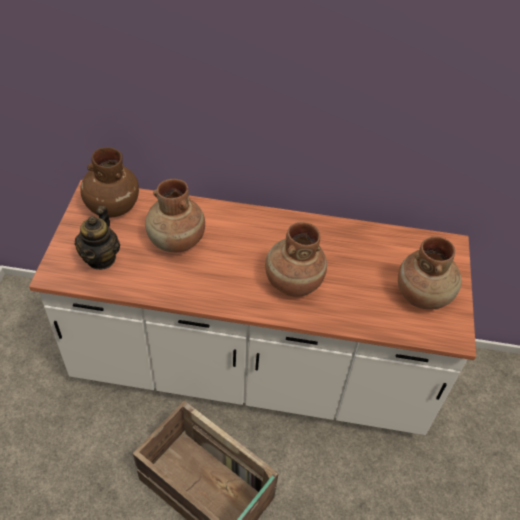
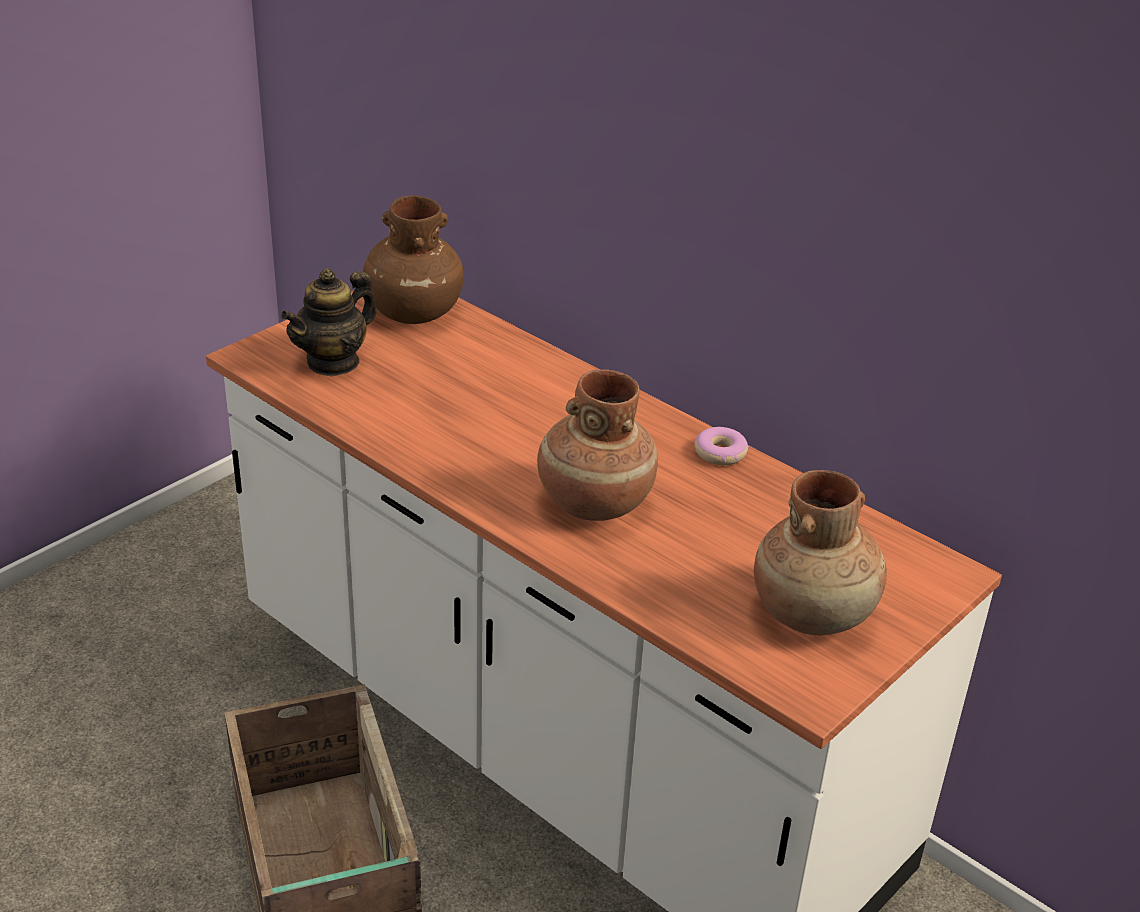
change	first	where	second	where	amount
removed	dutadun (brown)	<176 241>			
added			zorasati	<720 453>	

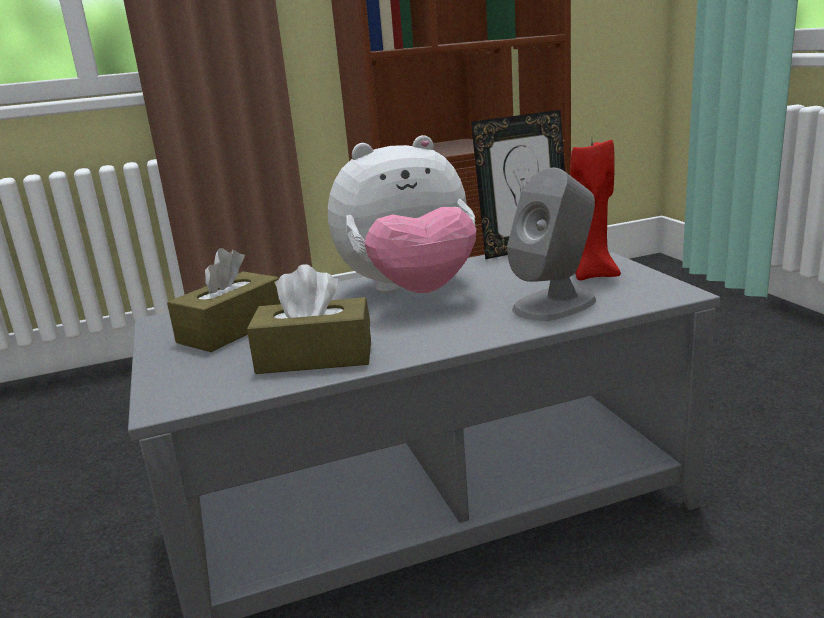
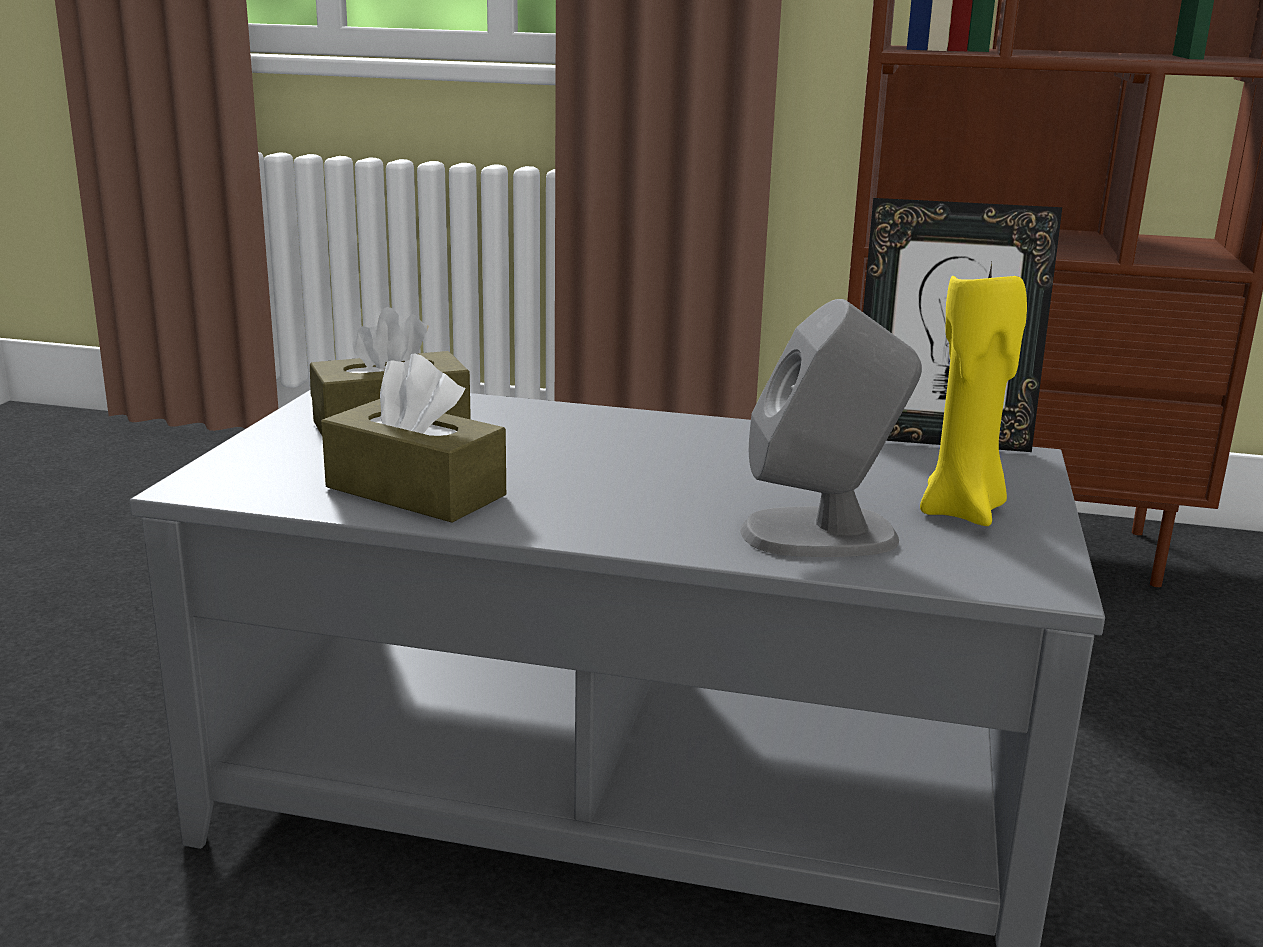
change	first	where	second	where	amount
removed	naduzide	<410 293>			
recoloured	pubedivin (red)	<591 274>	pubedivin (yellow)	<963 511>	

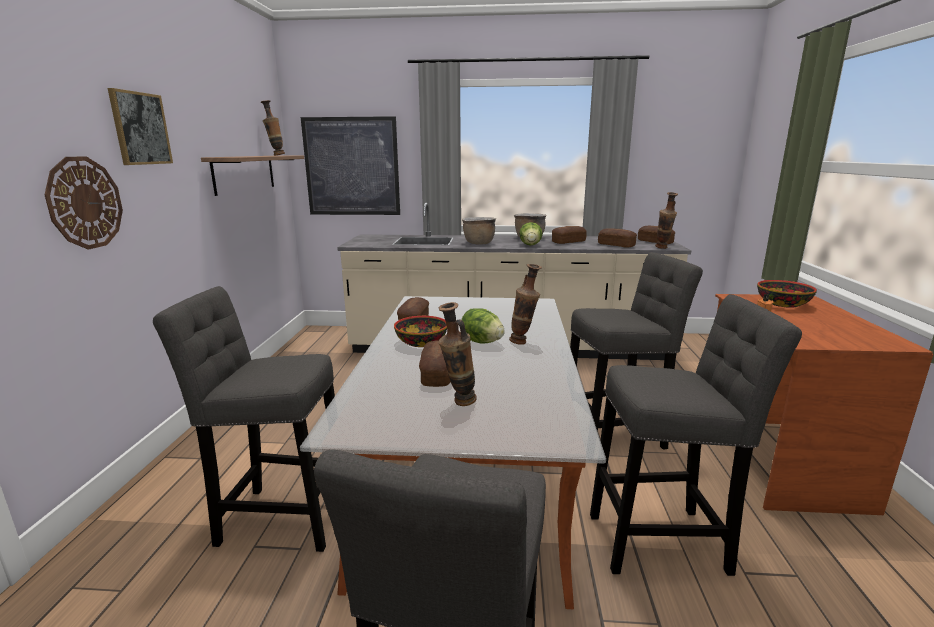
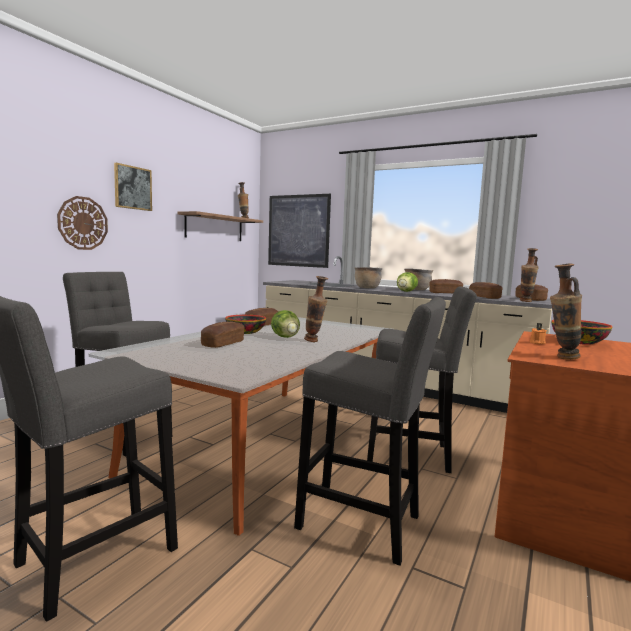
change	first	where	second	where	amount
moved	dutadun	<458 403>		<561 358>	

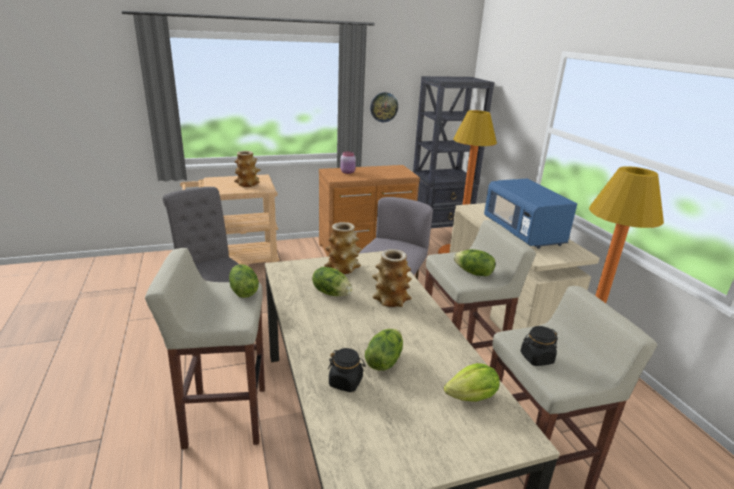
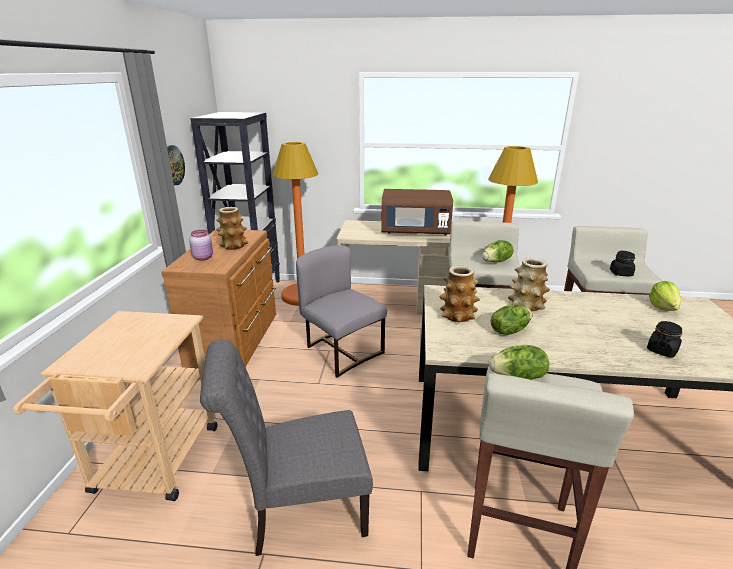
change	first	where	second	where	amount
removed	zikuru	<383 361>			
moved	dutadun	<248 184>		<233 246>	
recoloured	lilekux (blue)	<523 233>	lilekux (brown)	<415 231>	

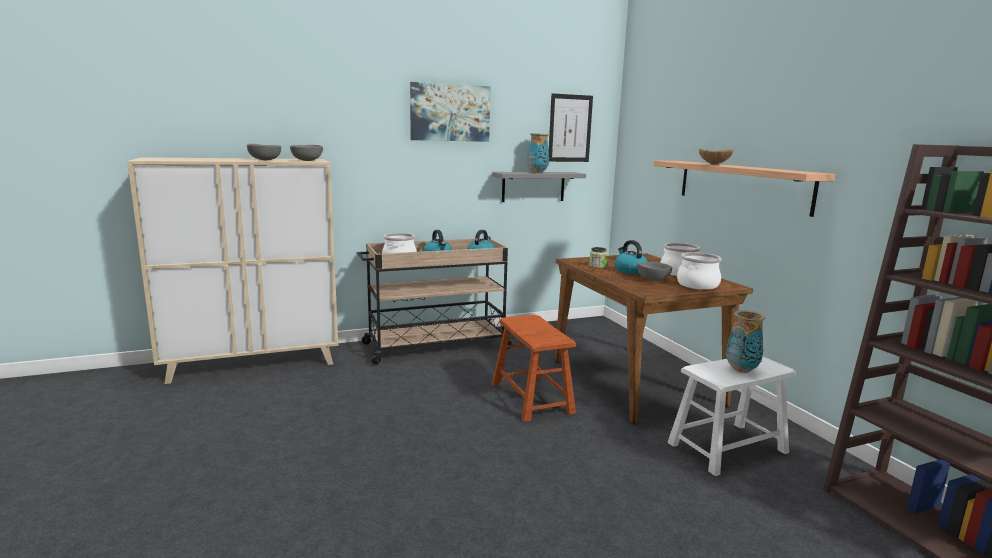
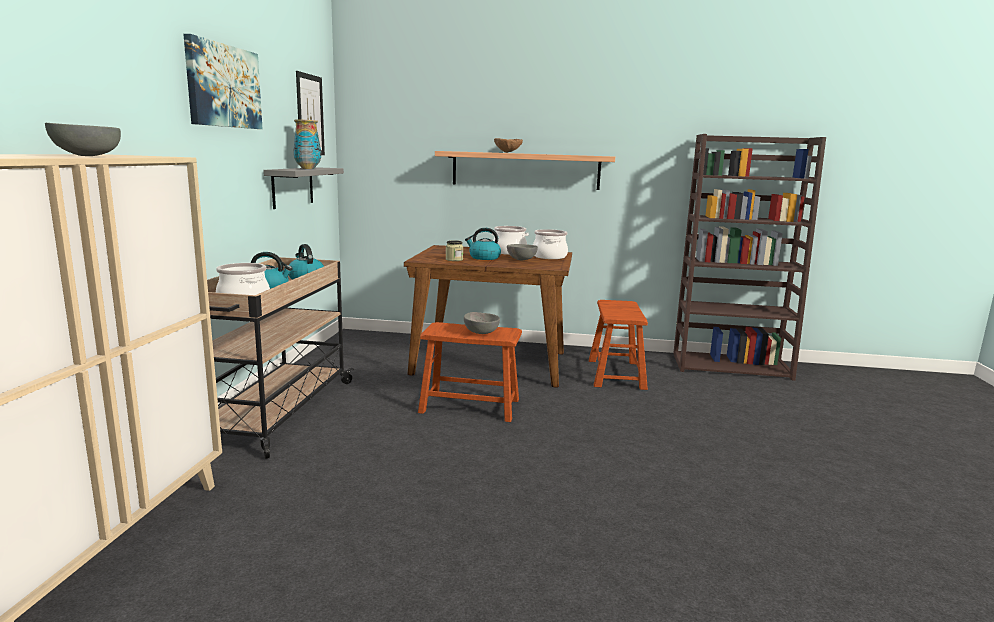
change	first	where	second	where	amount
removed	dutadun	<741 370>			
moved	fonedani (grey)	<308 160>		<481 332>	
recoloured	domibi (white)	<727 448>	domibi (brown)	<616 374>	

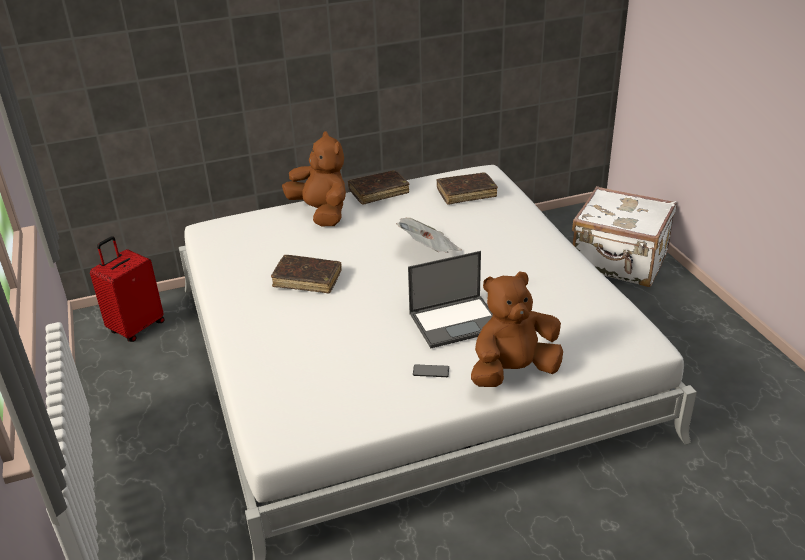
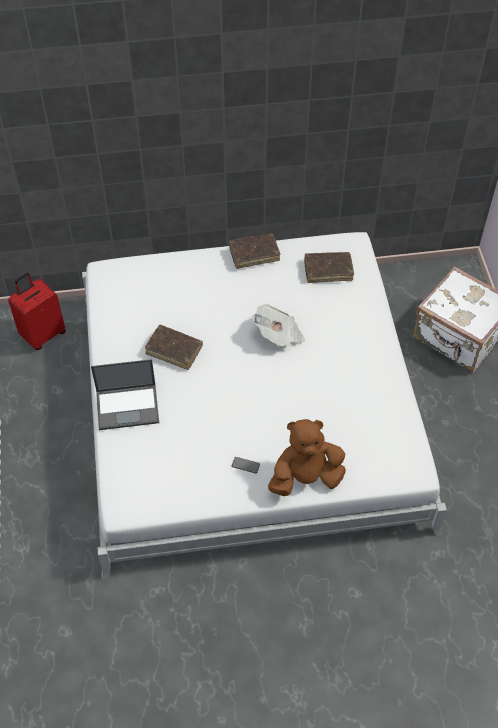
change	first	where	second	where	amount
removed	naduzide (brown)	<321 213>			
moved	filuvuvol	<456 321>		<128 406>	

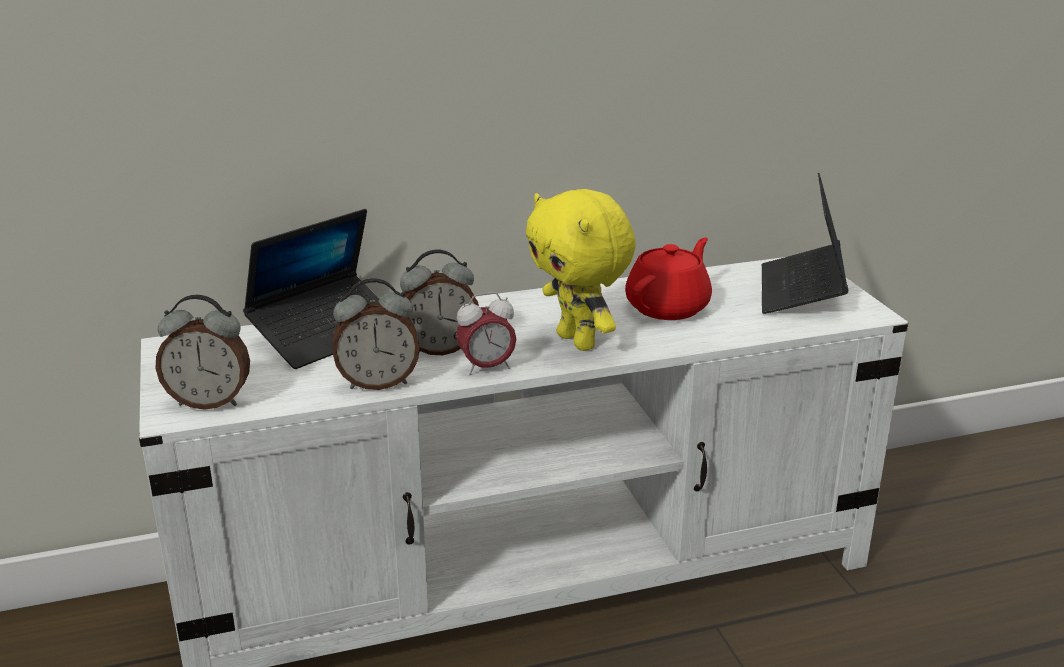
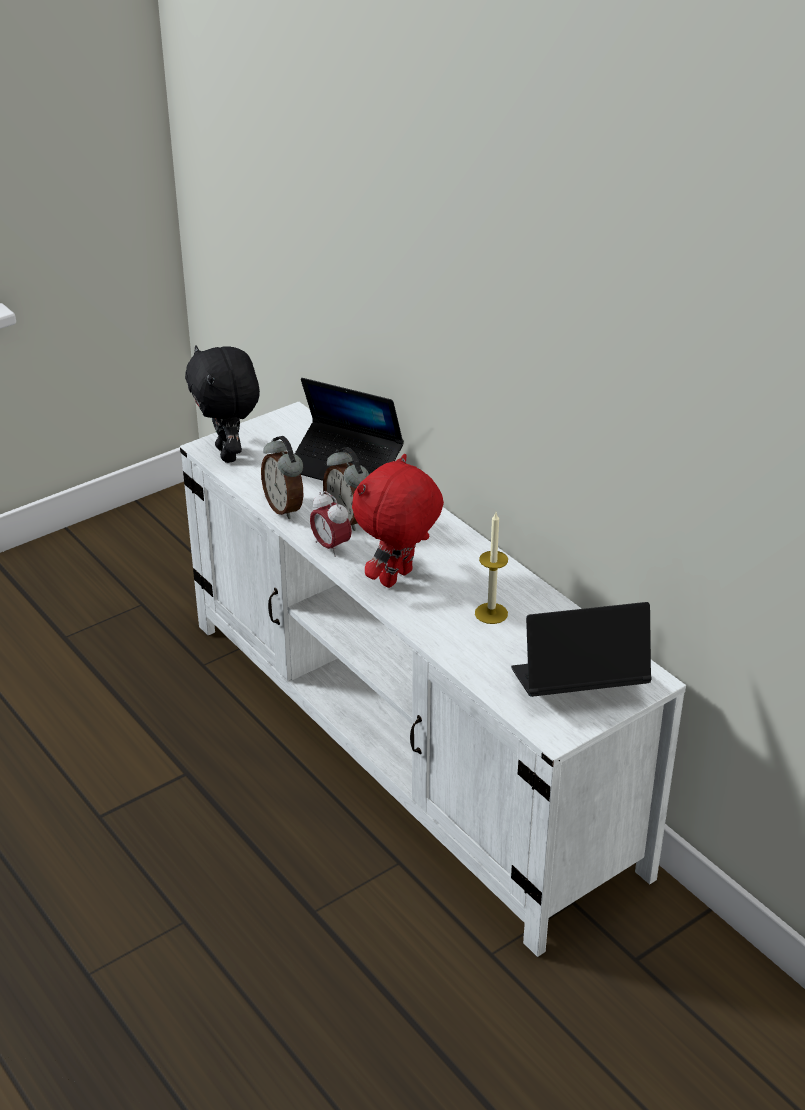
change	first	where	second	where	amount
replaced	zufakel	<210 401>	naduzide (black)	<229 454>	
replaced	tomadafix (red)	<669 307>	pubedivin	<491 613>	
recoloured	naduzide (yellow)	<579 341>	naduzide (red)	<398 579>	

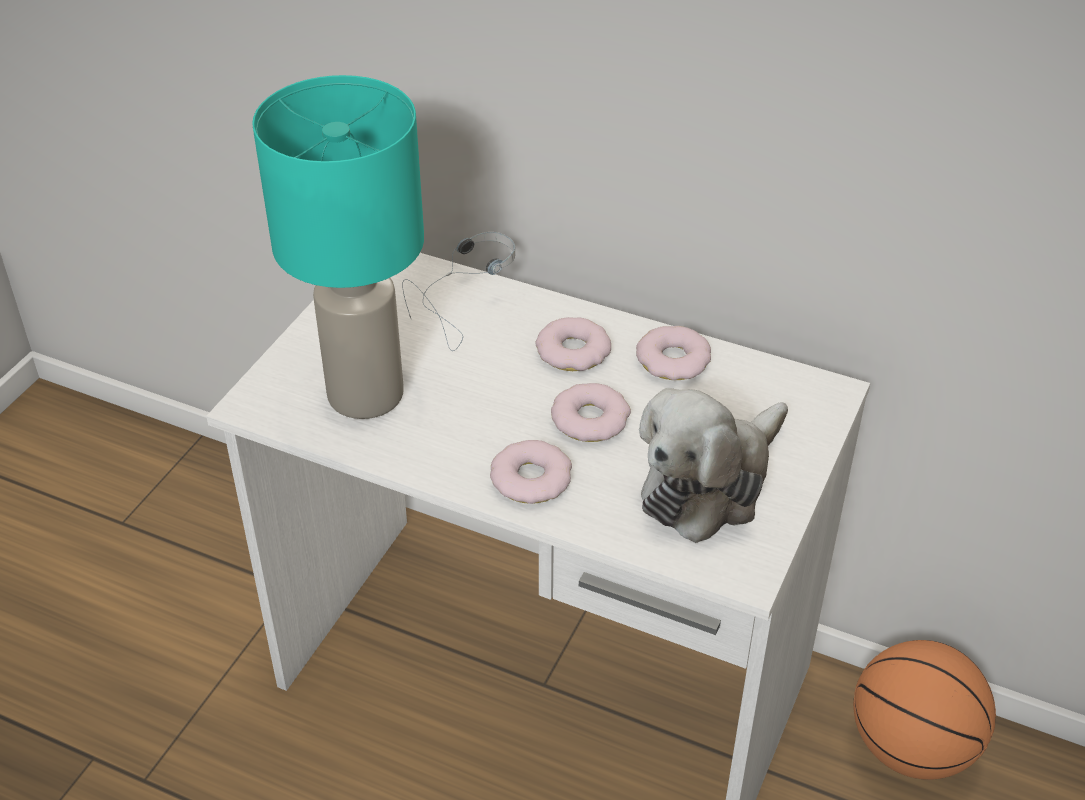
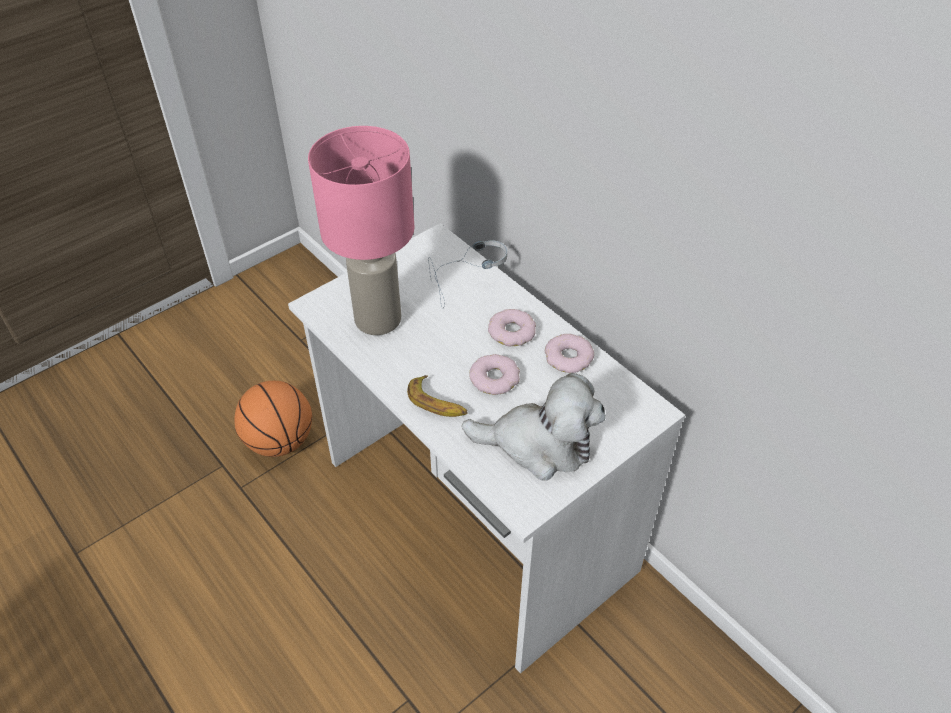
change	first	where	second	where	amount
moved	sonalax	<911 748>		<279 441>	
replaced	zorasati	<531 478>	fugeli	<437 403>	
recoloured	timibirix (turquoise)	<365 393>	timibirix (pink)	<378 318>	
turned	naduzide	<709 483>		<539 444>	150 degrees counterclockwise

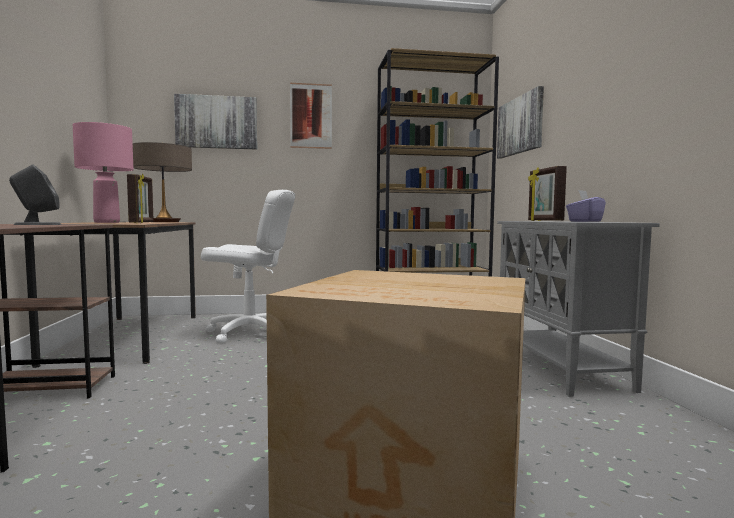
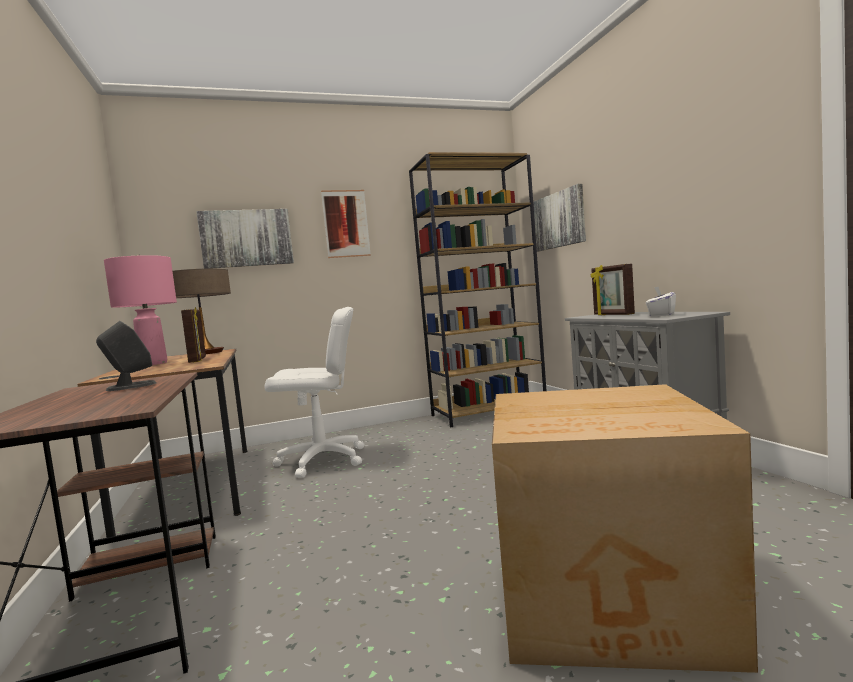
change	first	where	second	where	amount
recoloured	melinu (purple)	<584 221>	melinu (white)	<661 315>	

